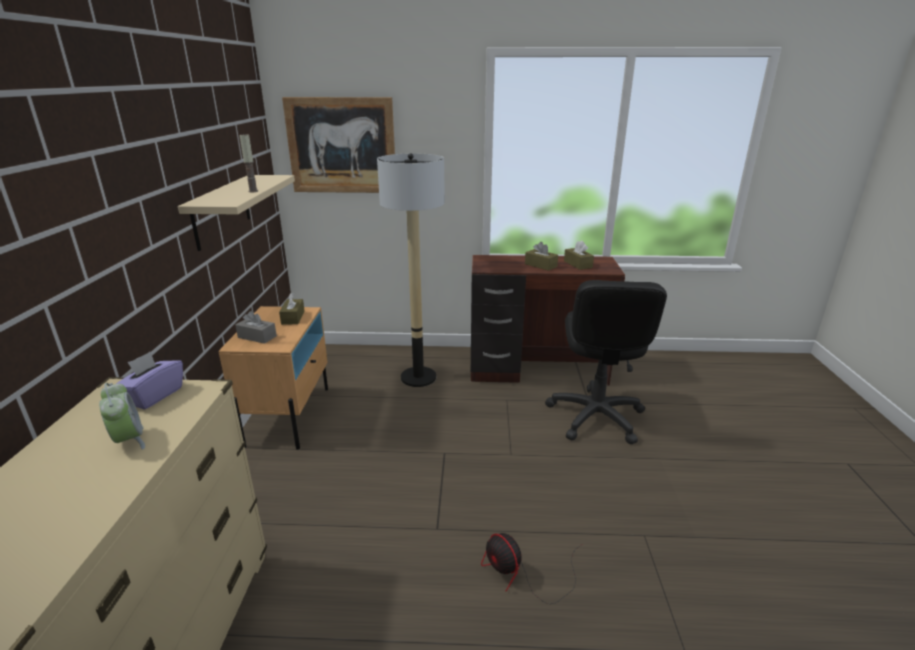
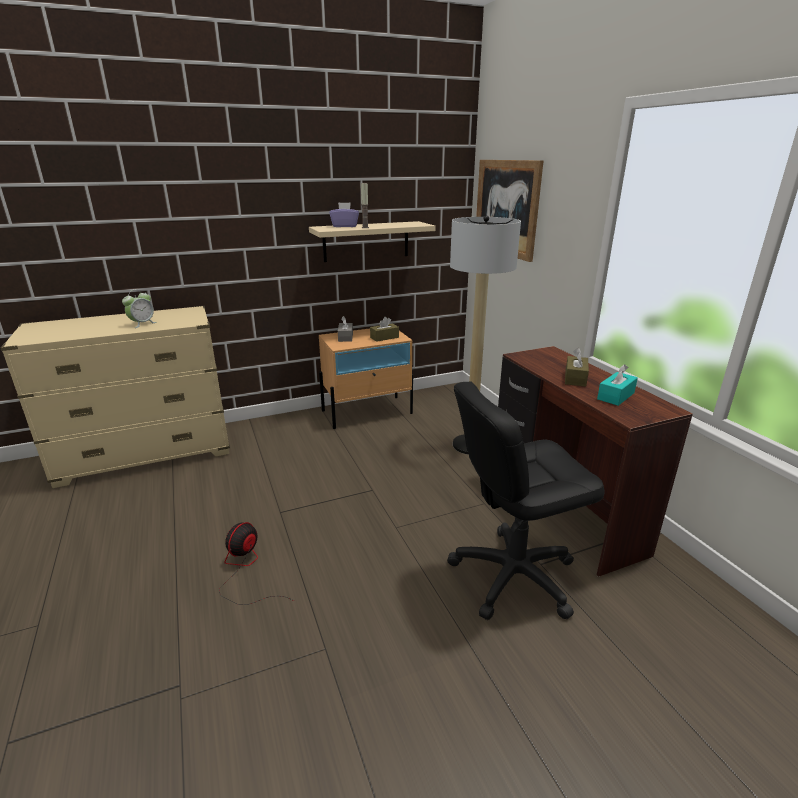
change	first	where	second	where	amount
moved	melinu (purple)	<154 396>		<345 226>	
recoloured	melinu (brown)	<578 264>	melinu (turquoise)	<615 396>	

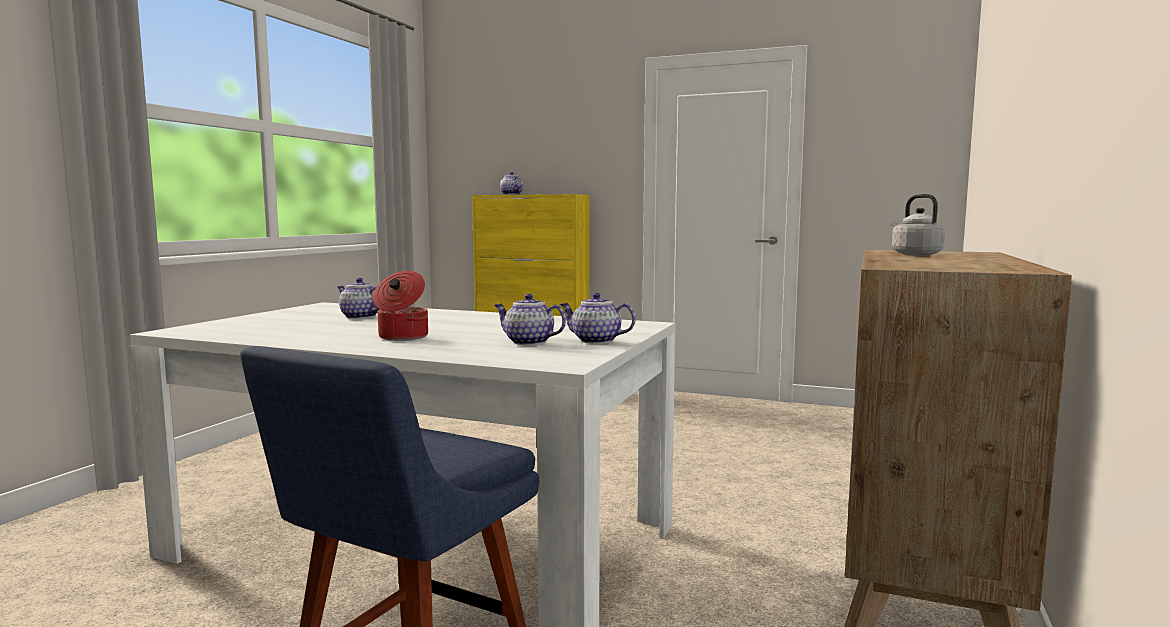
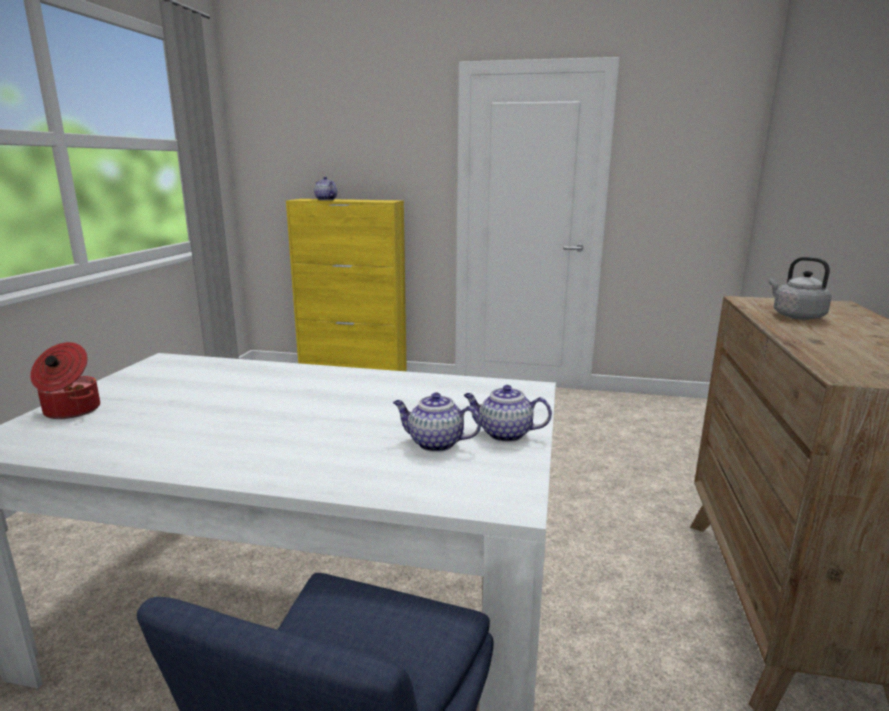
change	first	where	second	where	amount
removed	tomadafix	<359 317>			
moved	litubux	<402 337>		<70 411>	

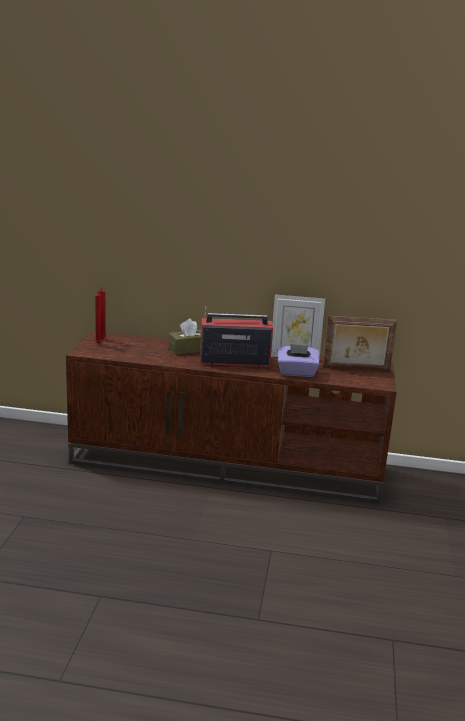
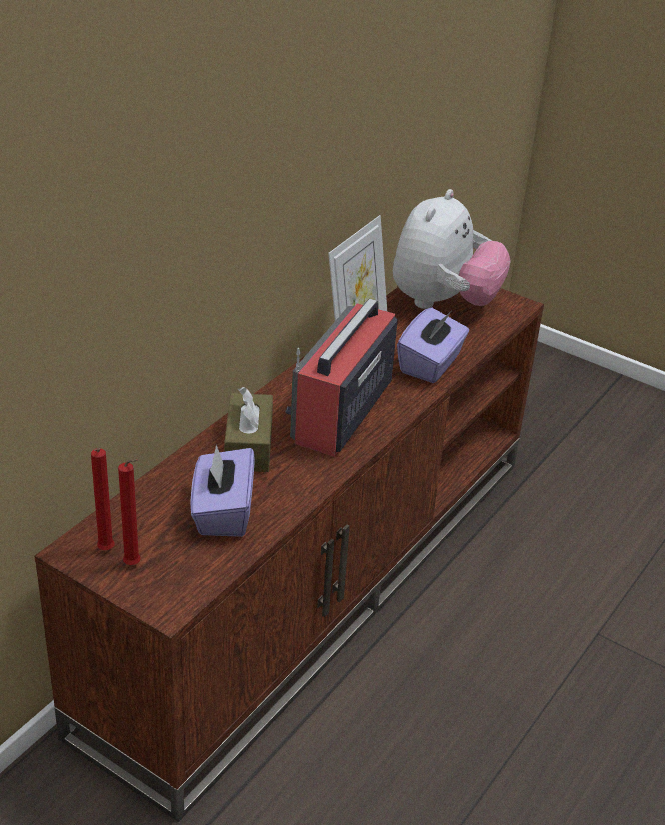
change	first	where	second	where	amount
added			melinu (purple)	<222 512>	
replaced	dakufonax	<356 369>	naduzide	<443 303>	

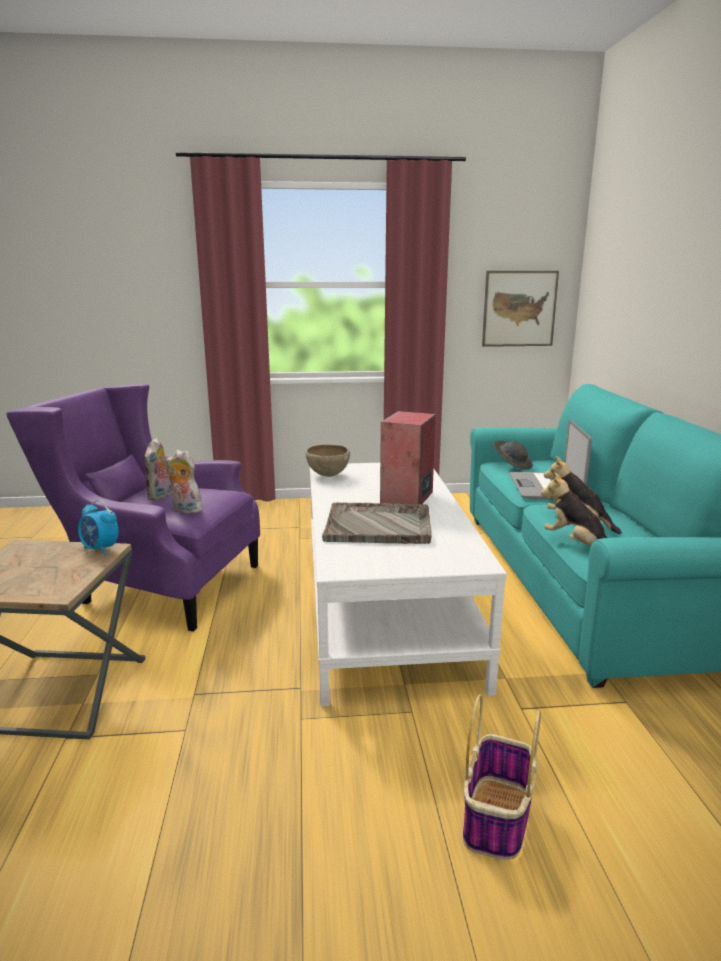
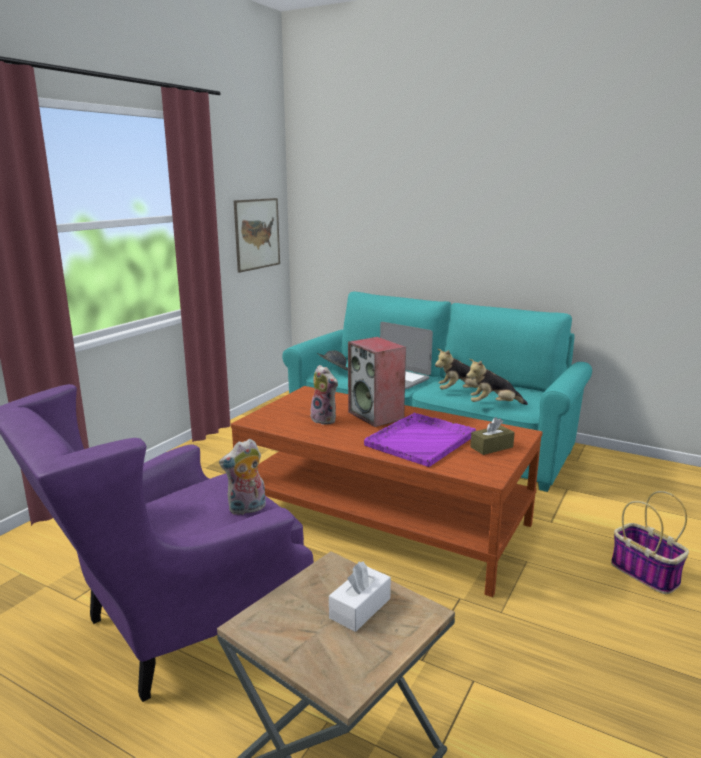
change	first	where	second	where	amount
removed	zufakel	<100 549>			
removed	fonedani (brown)	<327 476>			
added			melinu (white)	<360 608>	
added			melinu (brown)	<491 447>	
moved	naduzide	<160 496>		<325 419>	
recoloured	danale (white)	<385 608>	danale (brown)	<383 519>	
recoloured	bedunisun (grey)	<379 526>	bedunisun (purple)	<421 440>	

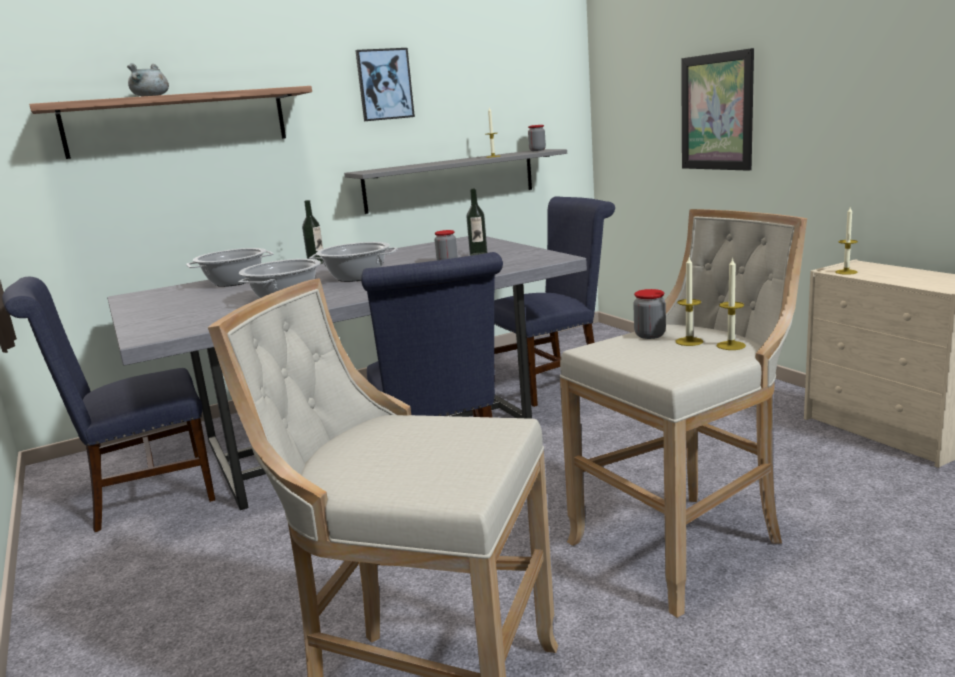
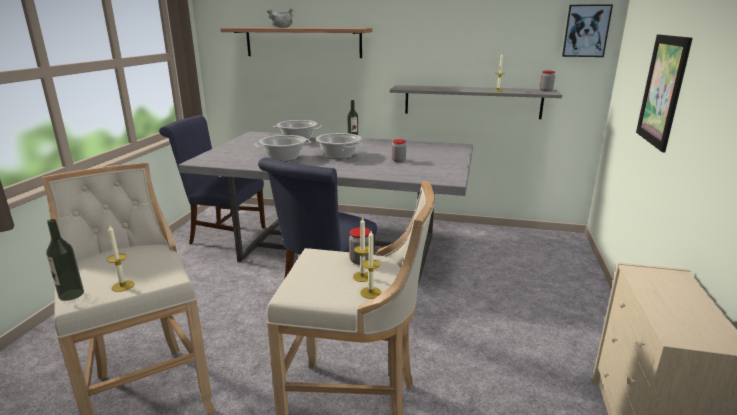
change	first	where	second	where	amount
removed	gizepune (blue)	<552 381>			
moved	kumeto	<384 84>		<586 31>	
moved	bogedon	<478 254>		<71 294>	
moved	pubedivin	<846 272>		<123 286>	

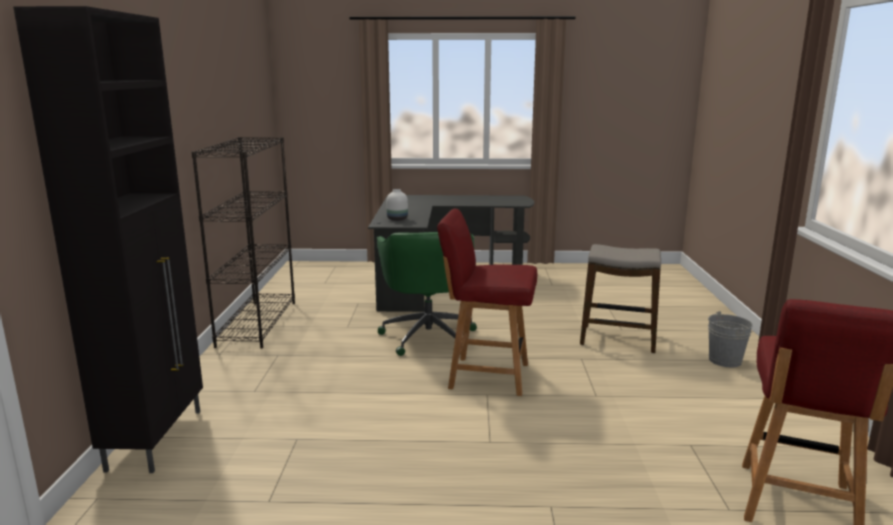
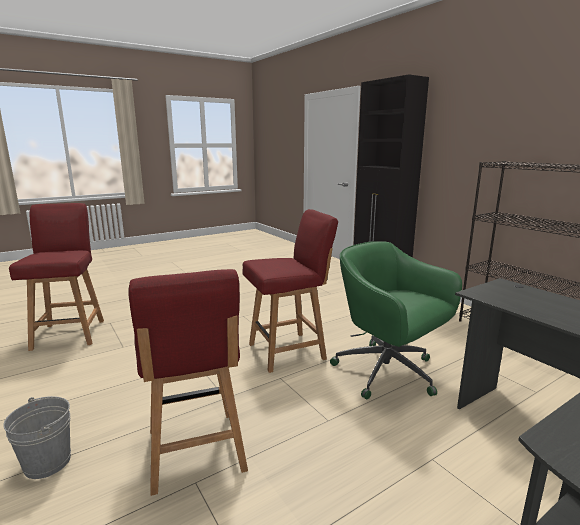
change	first	where	second	where	amount
removed	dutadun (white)	<397 219>			
replaced	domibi	<617 339>	gizepune (red)	<196 452>	

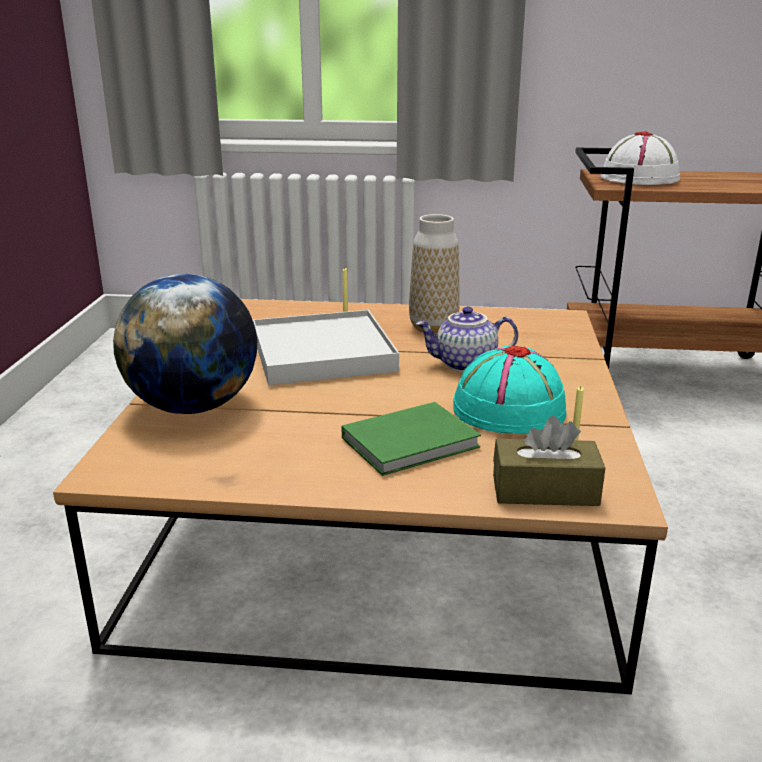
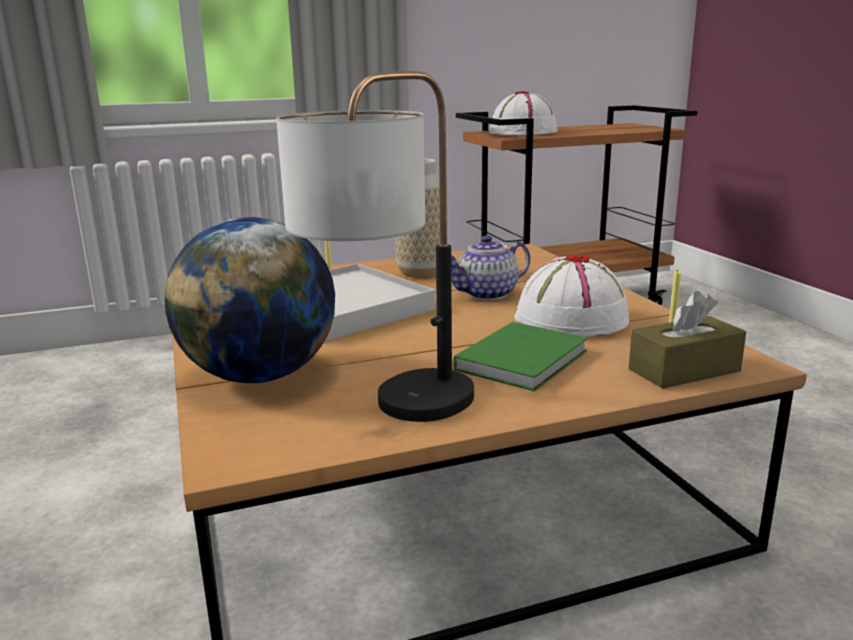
change	first	where	second	where	amount
added			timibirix	<392 417>	
recoloured	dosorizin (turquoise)	<508 410>	dosorizin (white)	<570 320>	

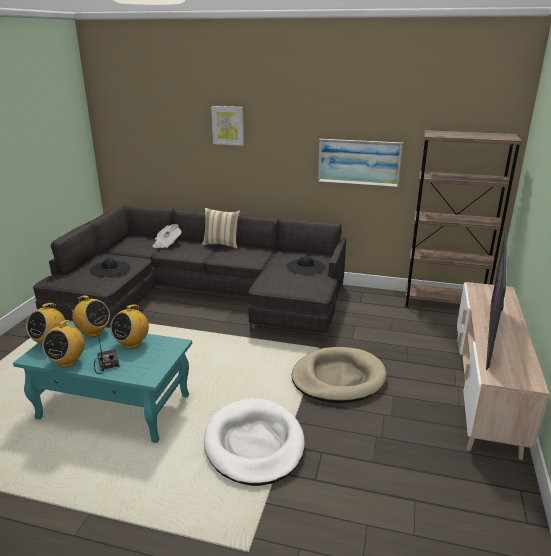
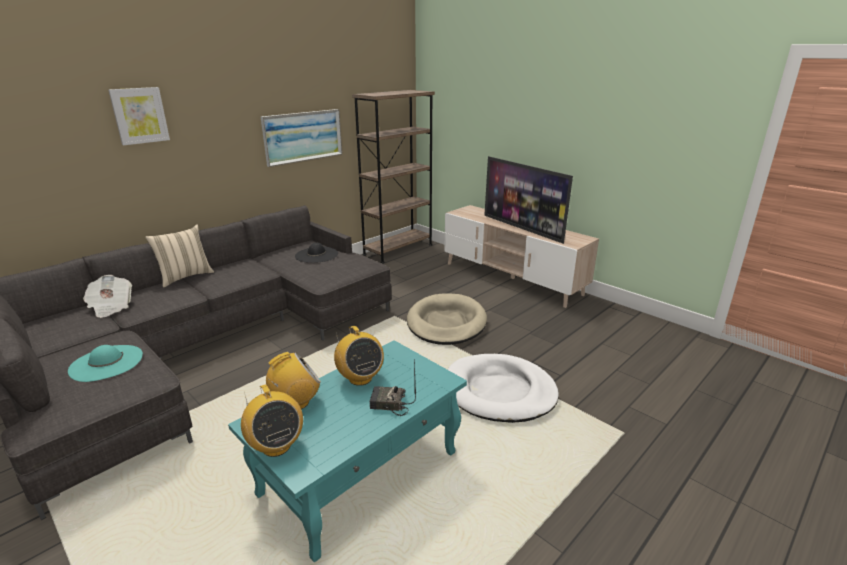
change	first	where	second	where	amount
removed	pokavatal	<67 362>			
recoloured	dosorizin (black)	<110 269>	dosorizin (turquoise)	<106 363>	

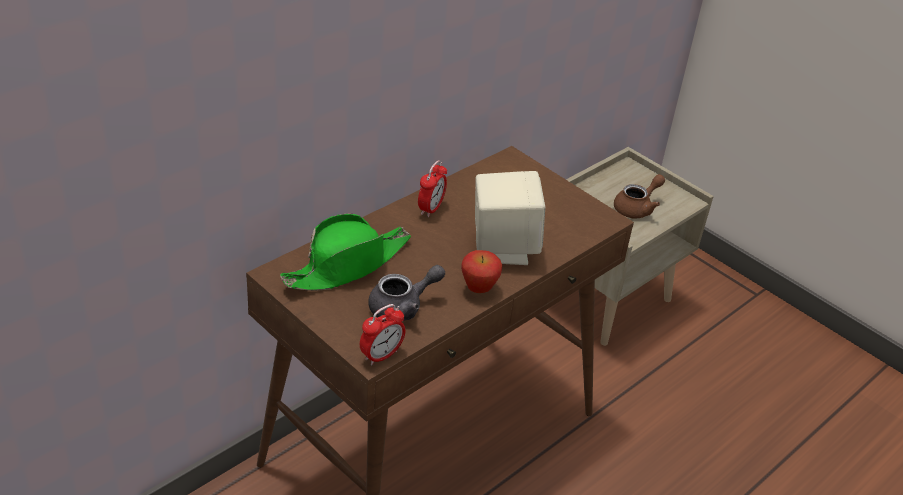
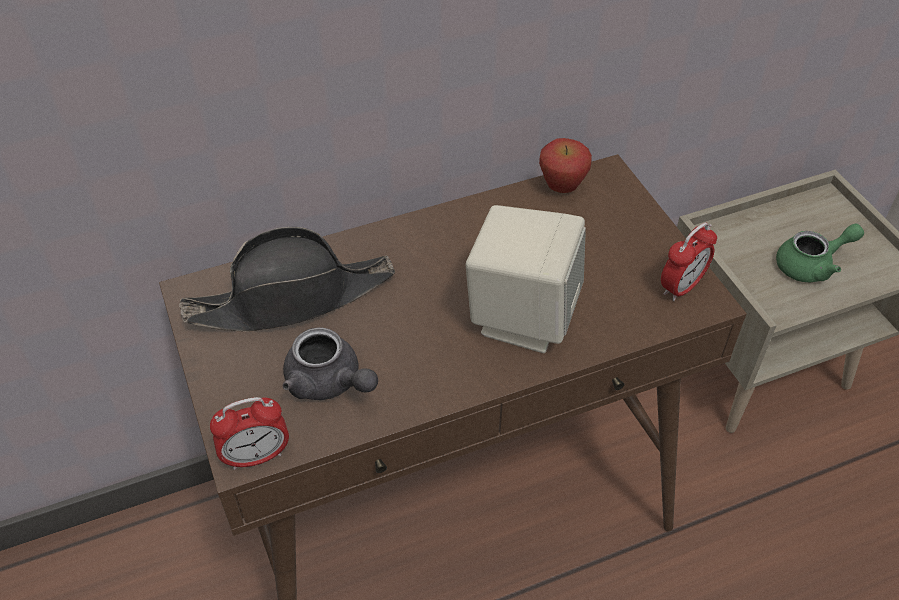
change	first	where	second	where	amount
moved	zufakel	<431 209>		<681 287>	
moved	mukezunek	<478 289>		<562 188>	
recoloured	dosorizin (green)	<347 265>	dosorizin (black)	<292 298>	
recoloured	tomadafix (brown)	<637 208>	tomadafix (green)	<811 265>	
turned	tomadafix (grey)	<403 307>		<329 383>	45 degrees clockwise

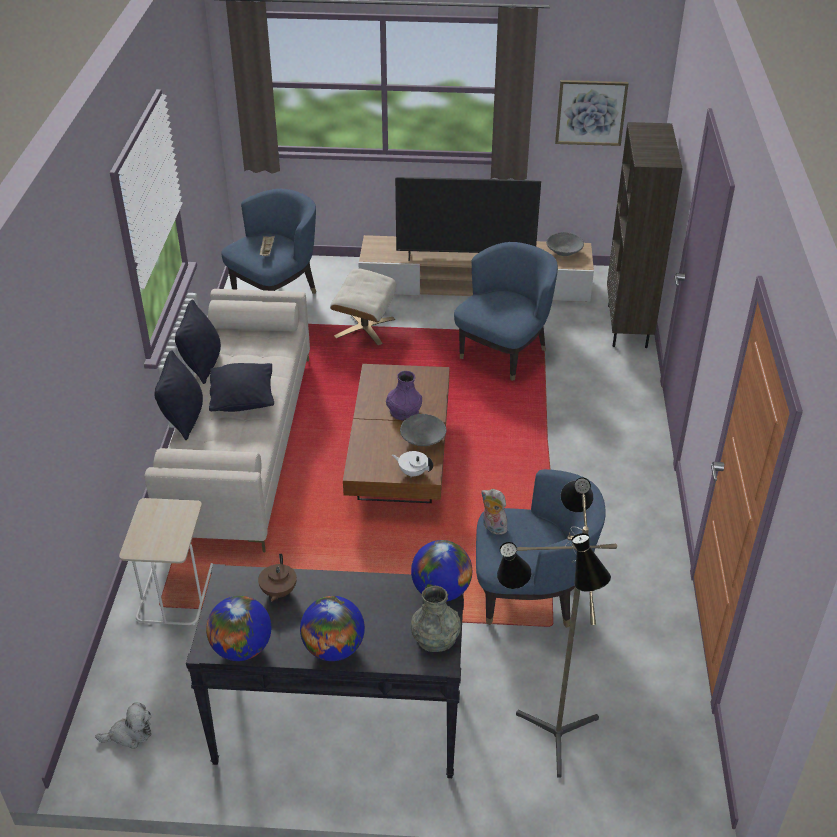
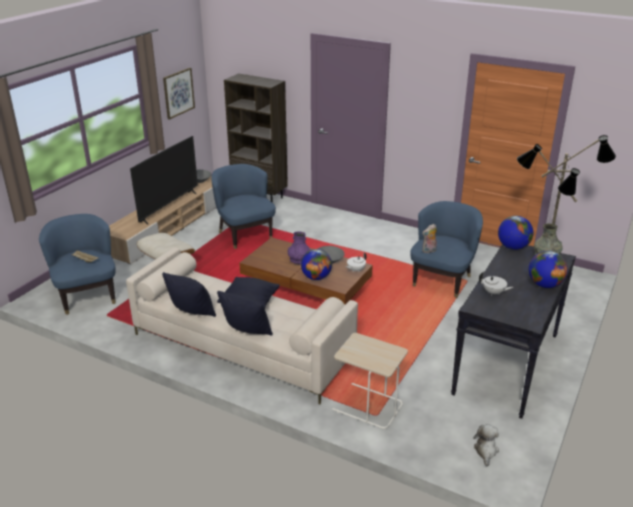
change	first	where	second	where	amount
moved	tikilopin	<242 648>		<316 277>	
recoloured	tomadafix (brown)	<278 592>	tomadafix (white)	<493 293>	

